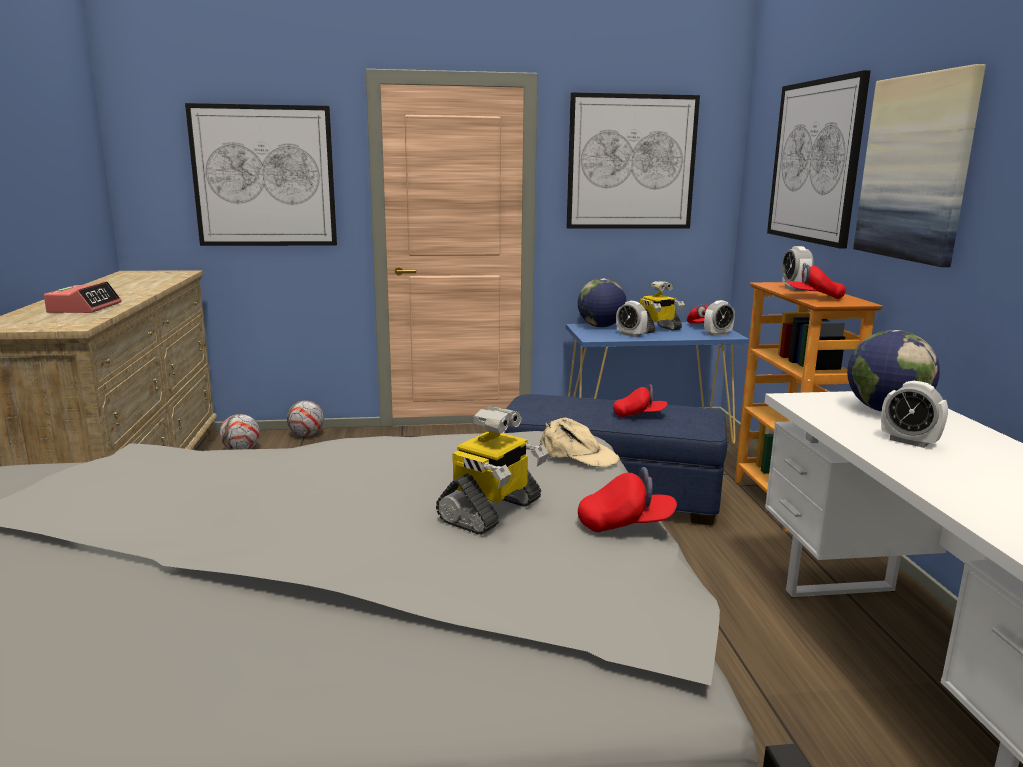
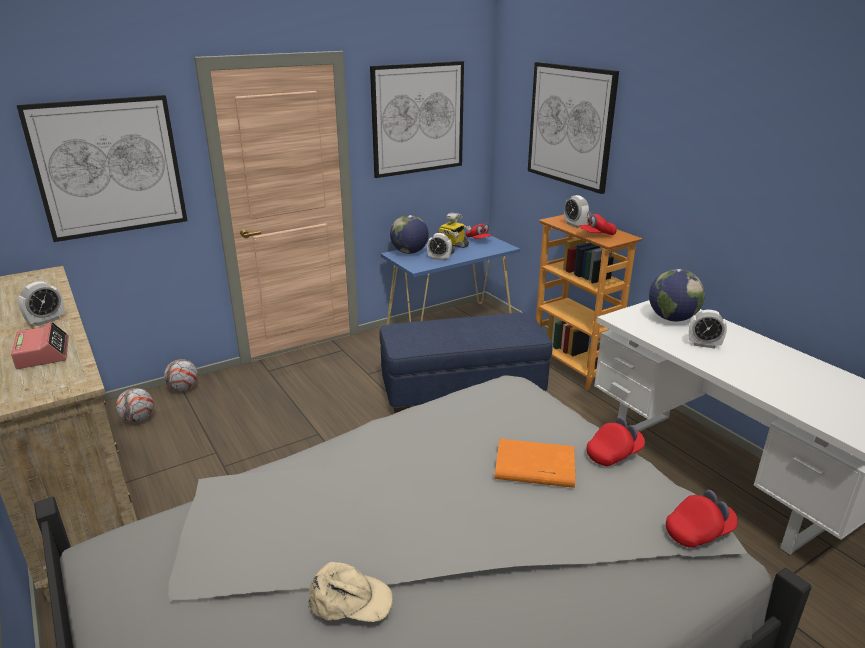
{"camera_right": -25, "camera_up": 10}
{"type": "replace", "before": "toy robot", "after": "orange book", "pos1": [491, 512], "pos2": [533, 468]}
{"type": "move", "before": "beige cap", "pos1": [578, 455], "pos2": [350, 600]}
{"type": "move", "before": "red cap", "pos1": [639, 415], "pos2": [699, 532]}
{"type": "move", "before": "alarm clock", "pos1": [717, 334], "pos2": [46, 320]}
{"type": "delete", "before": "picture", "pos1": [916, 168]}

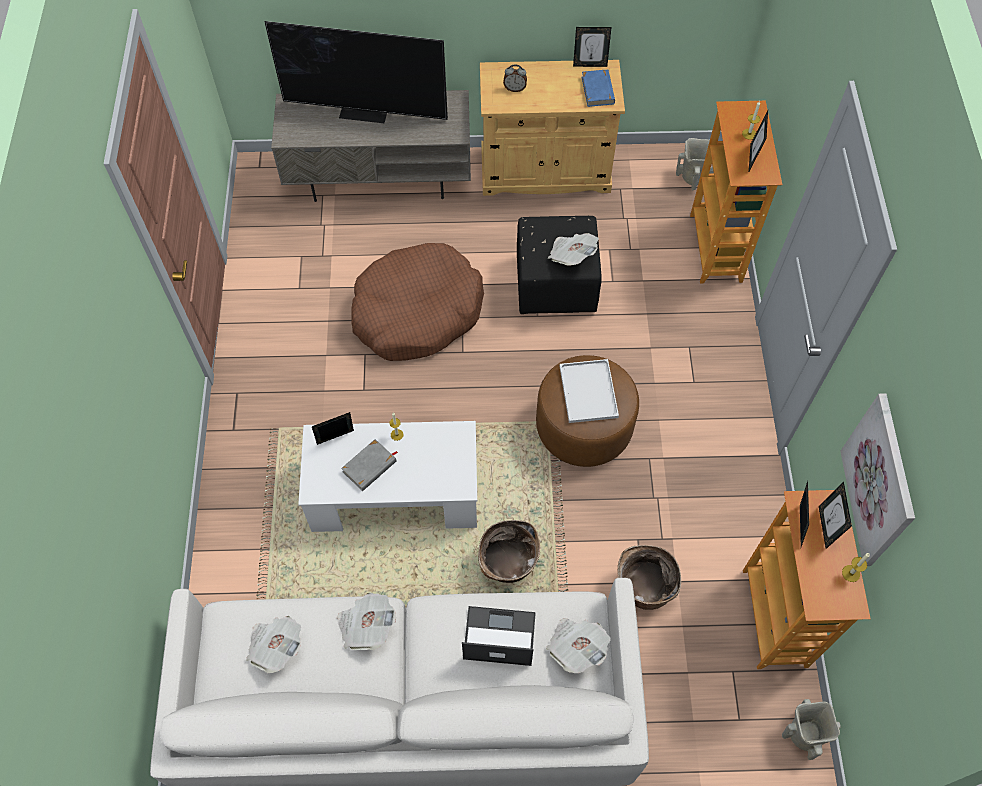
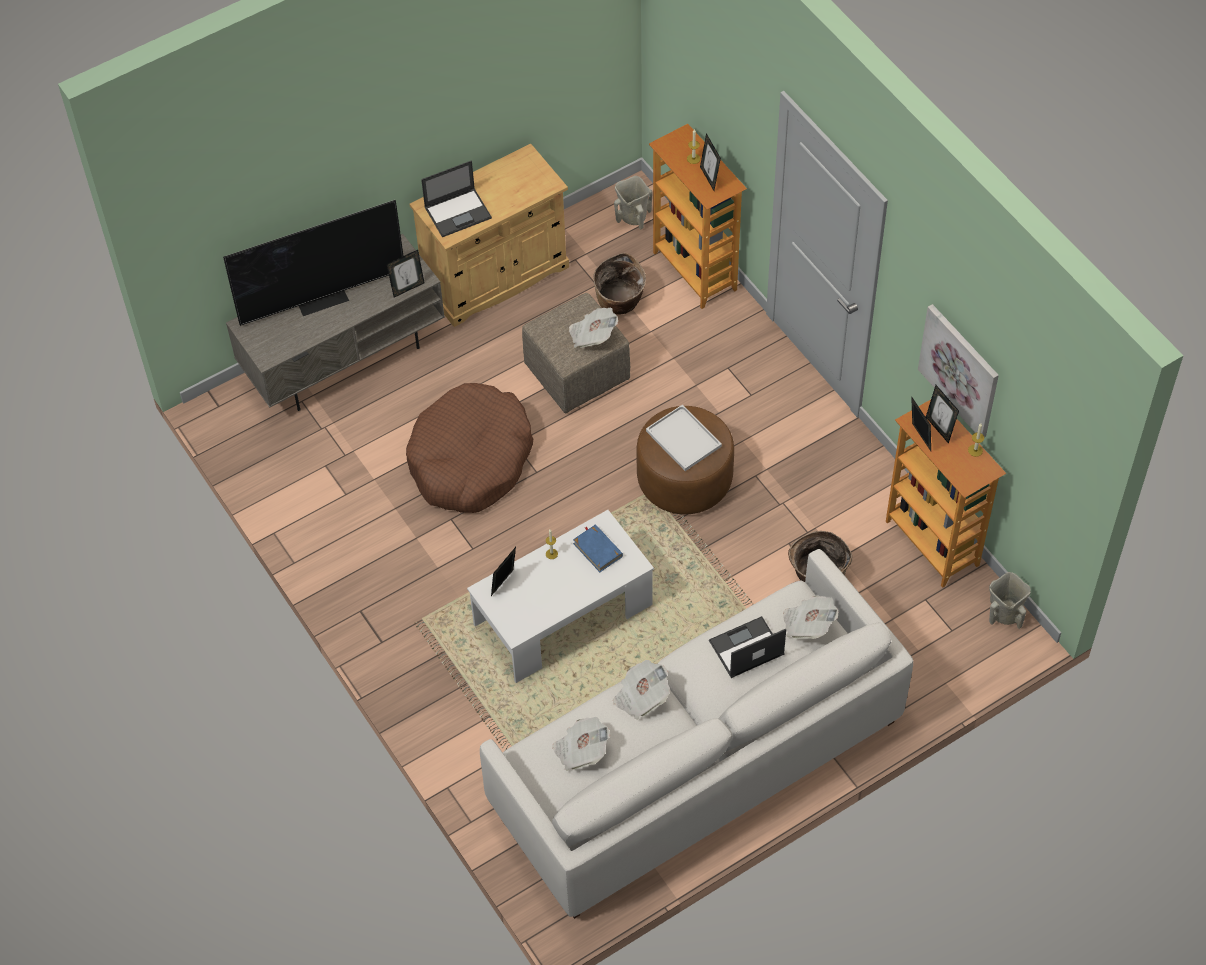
{"camera_right": -30, "camera_up": -5}
{"type": "delete", "before": "grey book", "pos1": [370, 467]}
{"type": "move", "before": "basket", "pos1": [508, 565], "pos2": [620, 303]}
{"type": "replace", "before": "alarm clock", "after": "laptop", "pos1": [515, 88], "pos2": [458, 212]}
{"type": "recolor", "before": "black ottoman", "after": "beige ottoman", "pos1": [557, 284], "pos2": [577, 372]}
{"type": "move", "before": "picture frame", "pos1": [590, 64], "pos2": [407, 288]}
{"type": "move", "before": "blue book", "pos1": [598, 90], "pos2": [598, 549]}

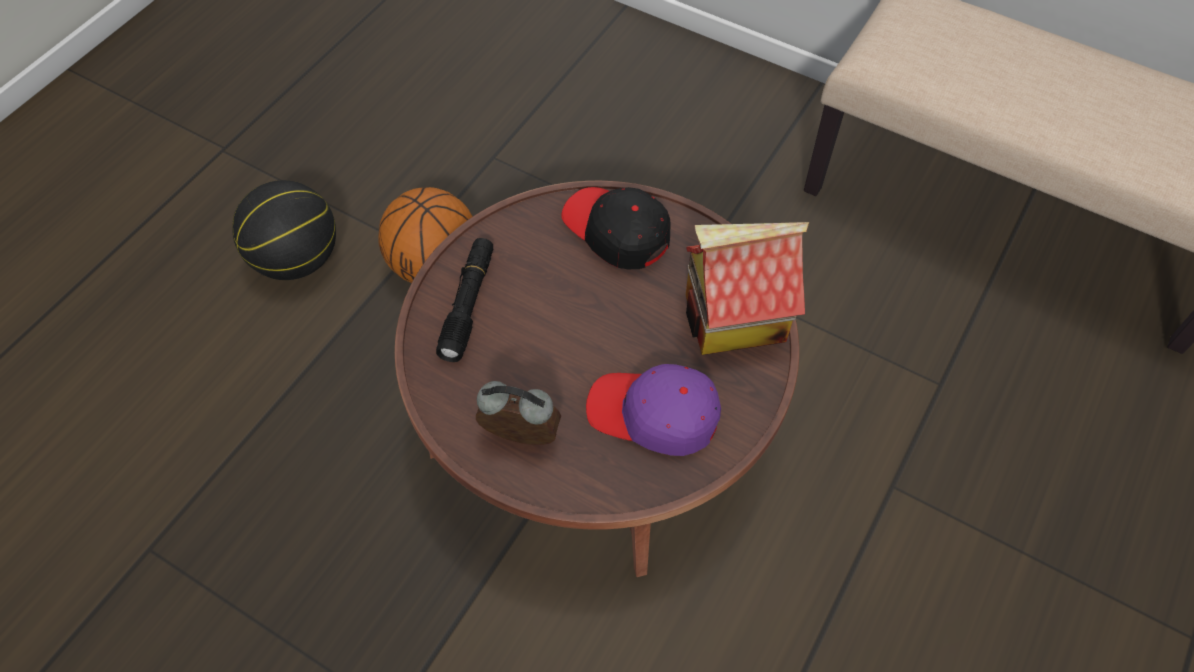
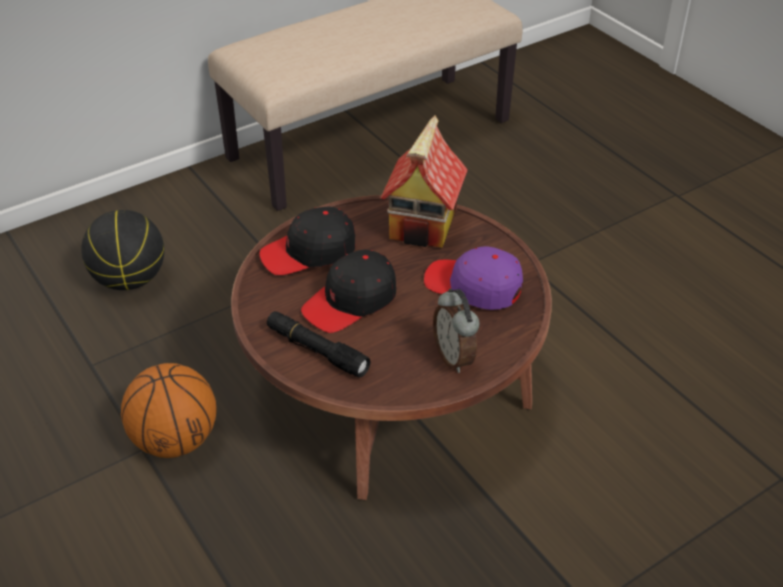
{"camera_right": -65, "camera_up": -15}
{"type": "move", "before": "basketball", "pos1": [296, 259], "pos2": [129, 280]}
{"type": "rotate", "before": "alarm clock", "pos1": [520, 439], "pos2": [455, 357], "turn": -60}
{"type": "rotate", "before": "purple cap", "pos1": [653, 414], "pos2": [473, 286], "turn": 75}
{"type": "insert", "after": "black cap", "pos2": [351, 301]}

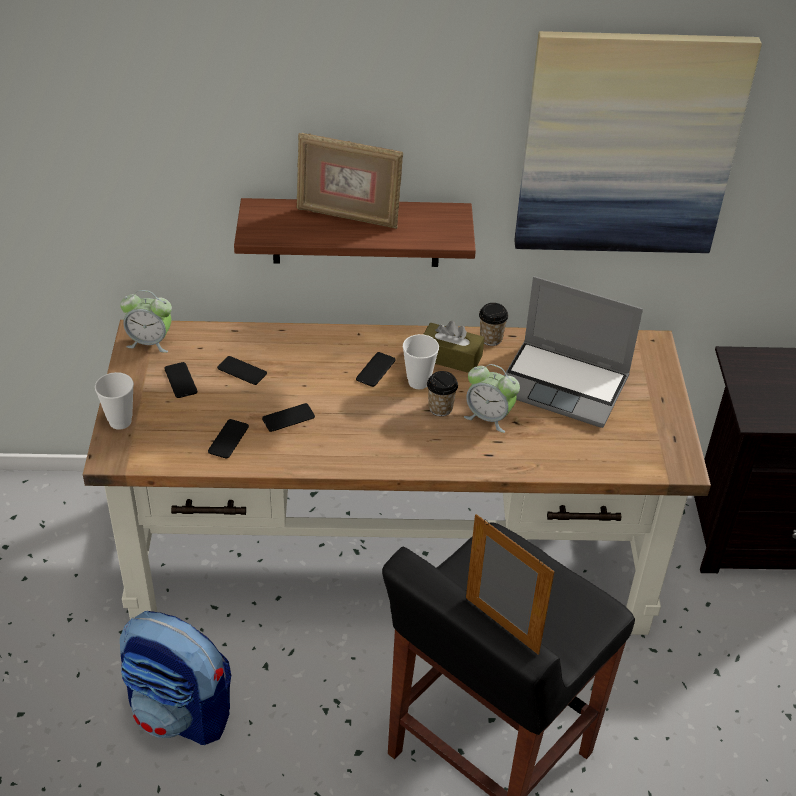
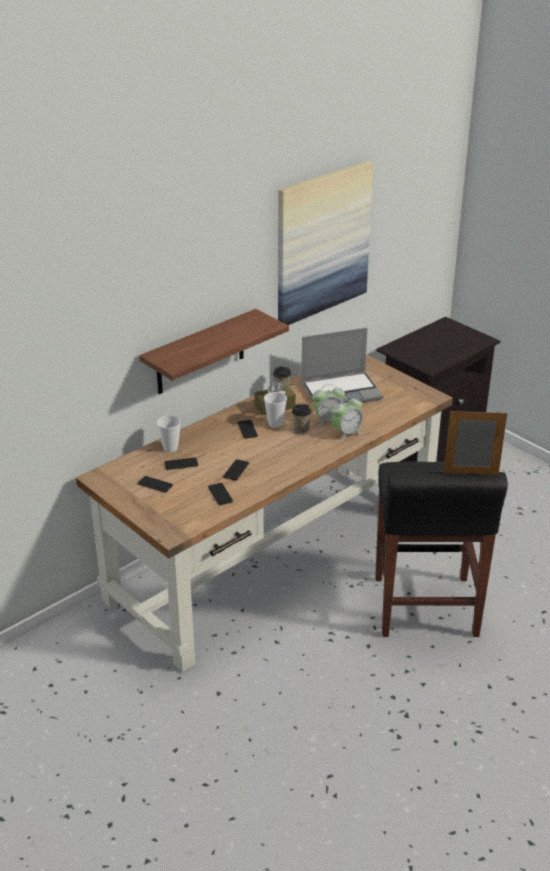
{"camera_right": -40, "camera_up": -10}
{"type": "move", "before": "cup", "pos1": [120, 421], "pos2": [170, 448]}
{"type": "move", "before": "alarm clock", "pos1": [150, 342], "pos2": [346, 433]}
{"type": "delete", "before": "backpack", "pos1": [181, 712]}
{"type": "delete", "before": "picture frame", "pos1": [348, 216]}

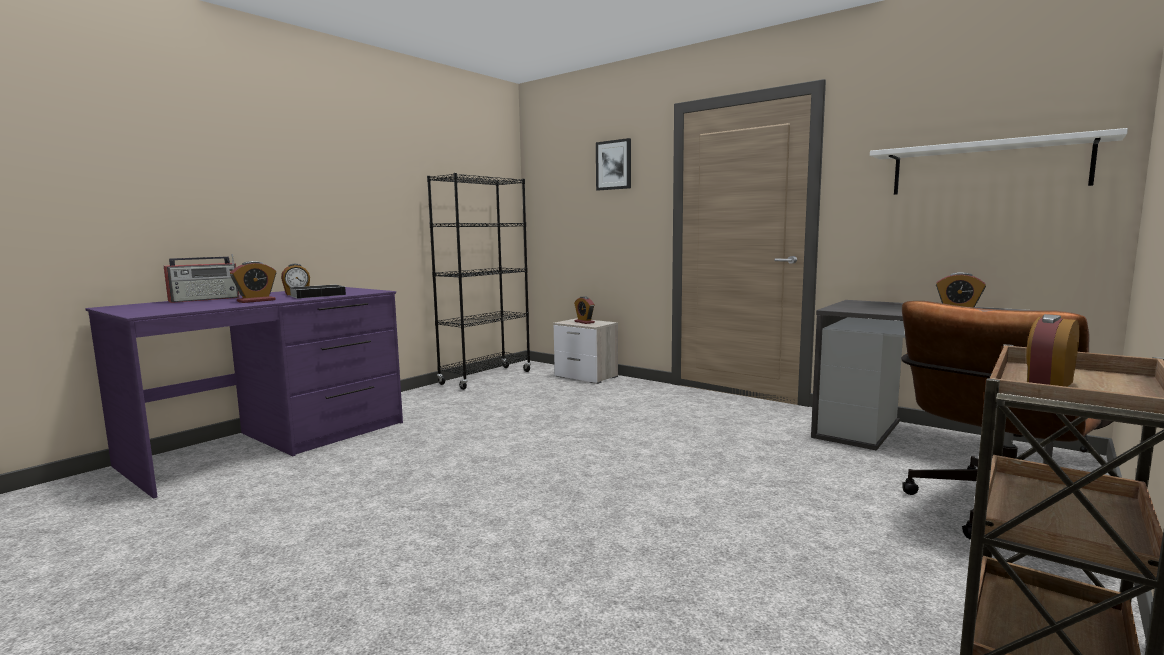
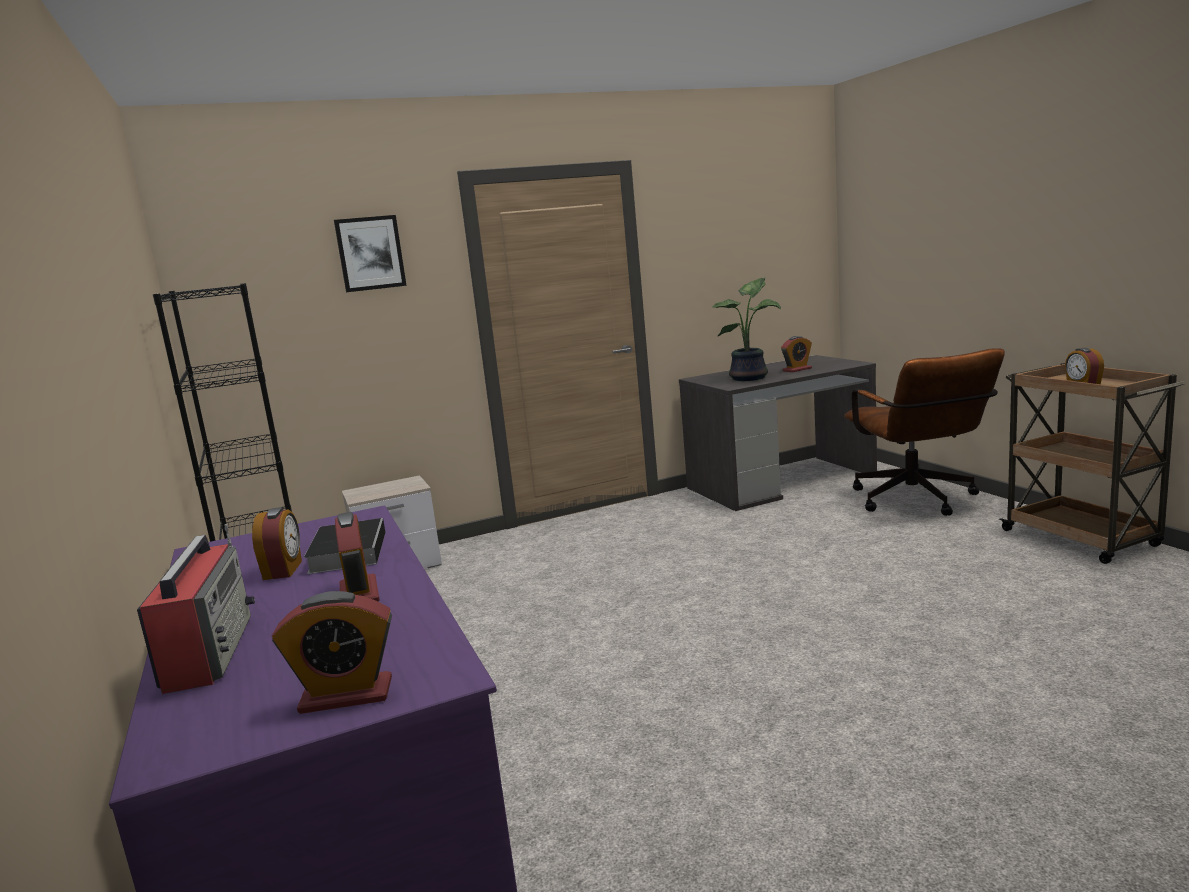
{"camera_right": -60, "camera_up": 5}
{"type": "move", "before": "alarm clock", "pos1": [584, 322], "pos2": [346, 695]}
{"type": "delete", "before": "white shelf", "pos1": [987, 168]}
{"type": "insert", "after": "potted plant", "pos2": [751, 377]}

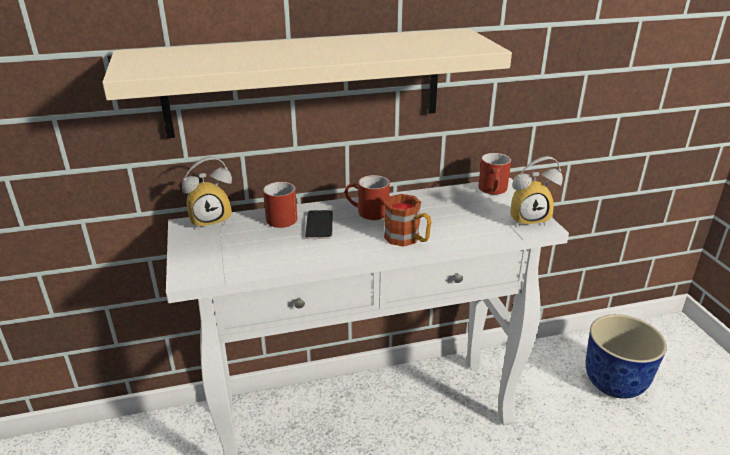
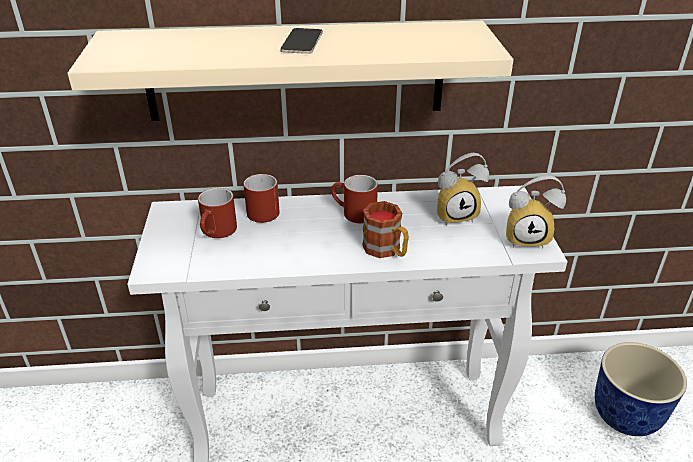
{"camera_right": 10, "camera_up": 5}
{"type": "move", "before": "alarm clock", "pos1": [211, 219], "pos2": [456, 214]}
{"type": "move", "before": "phone", "pos1": [319, 225], "pos2": [302, 42]}
{"type": "move", "before": "red mug", "pos1": [494, 191], "pos2": [218, 233]}

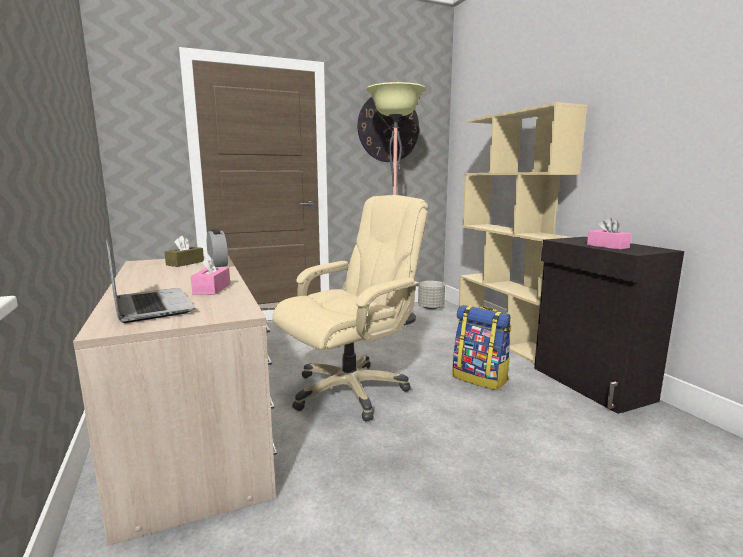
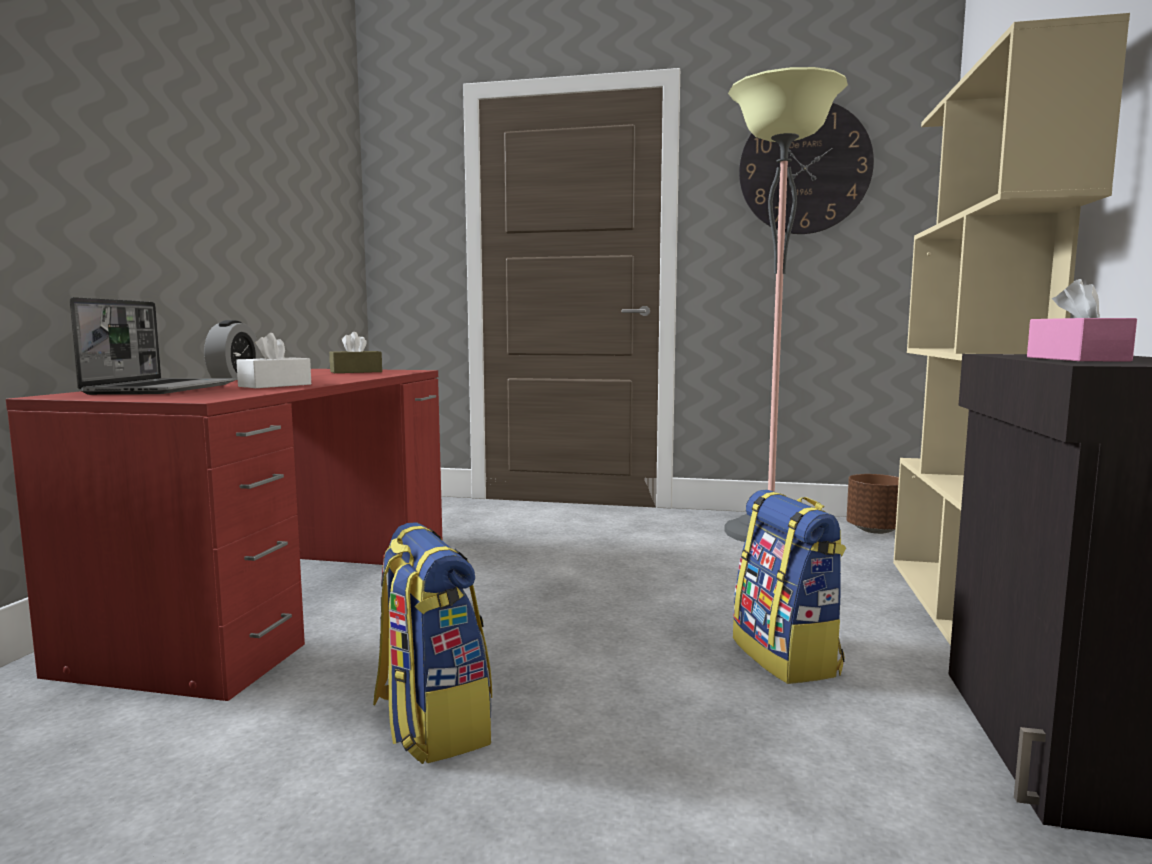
{"camera_right": 35, "camera_up": -5}
{"type": "recolor", "before": "beige desk", "after": "red desk", "pos1": [194, 423], "pos2": [291, 593]}
{"type": "recolor", "before": "pink tissue box", "after": "white tissue box", "pos1": [212, 289], "pos2": [275, 385]}
{"type": "move", "before": "alarm clock", "pos1": [218, 264], "pos2": [234, 378]}
{"type": "delete", "before": "beige office chair", "pos1": [350, 390]}
{"type": "recolor", "before": "grey planter", "after": "brown planter", "pos1": [431, 307], "pos2": [875, 530]}
{"type": "insert", "after": "backpack", "pos2": [431, 724]}

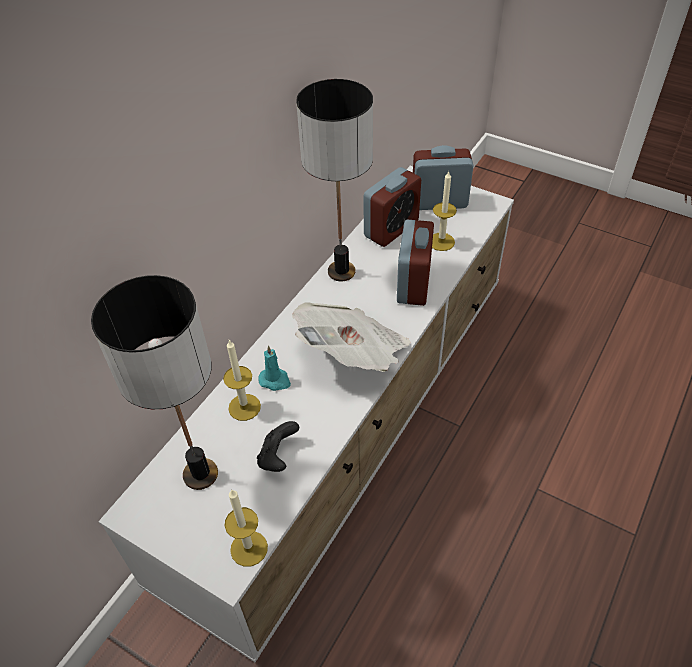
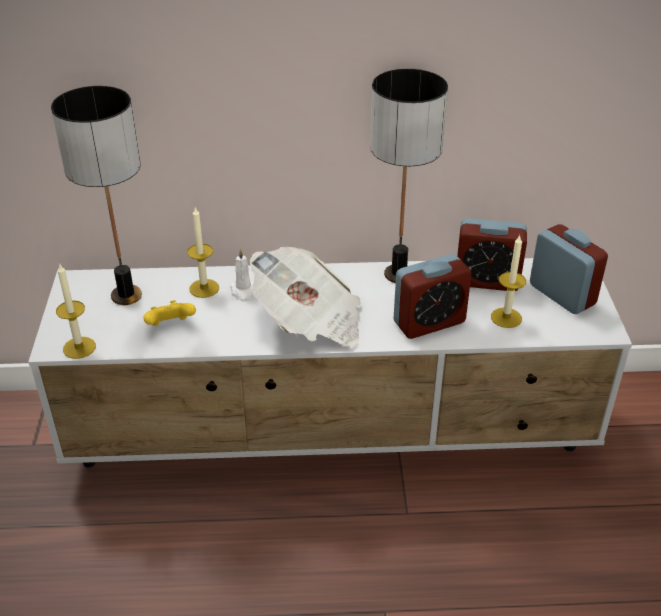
{"camera_right": 55, "camera_up": -10}
{"type": "recolor", "before": "black game controller", "after": "yellow game controller", "pos1": [278, 457], "pos2": [170, 326]}
{"type": "recolor", "before": "turquoise candle", "after": "white candle", "pos1": [275, 380], "pos2": [243, 292]}

